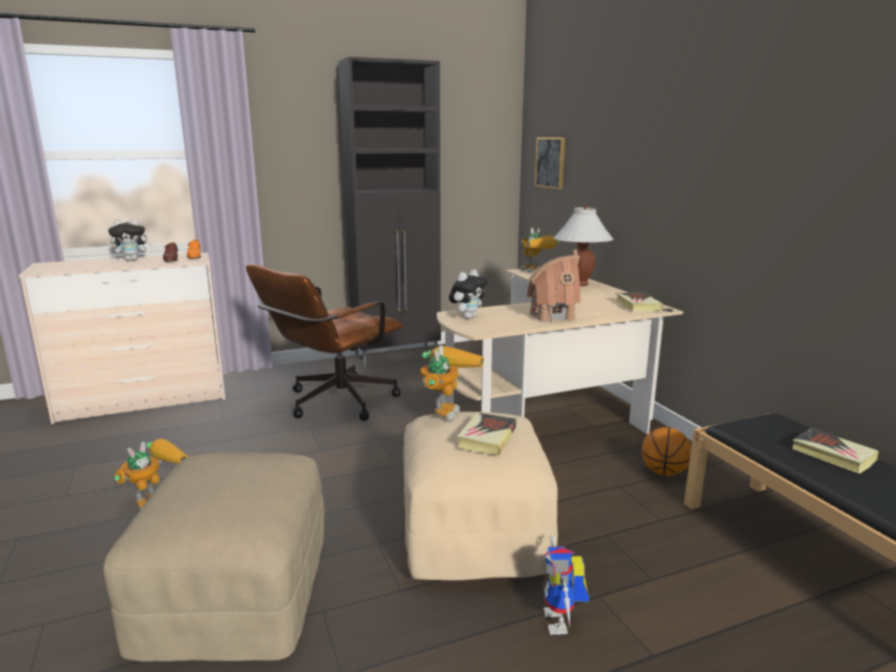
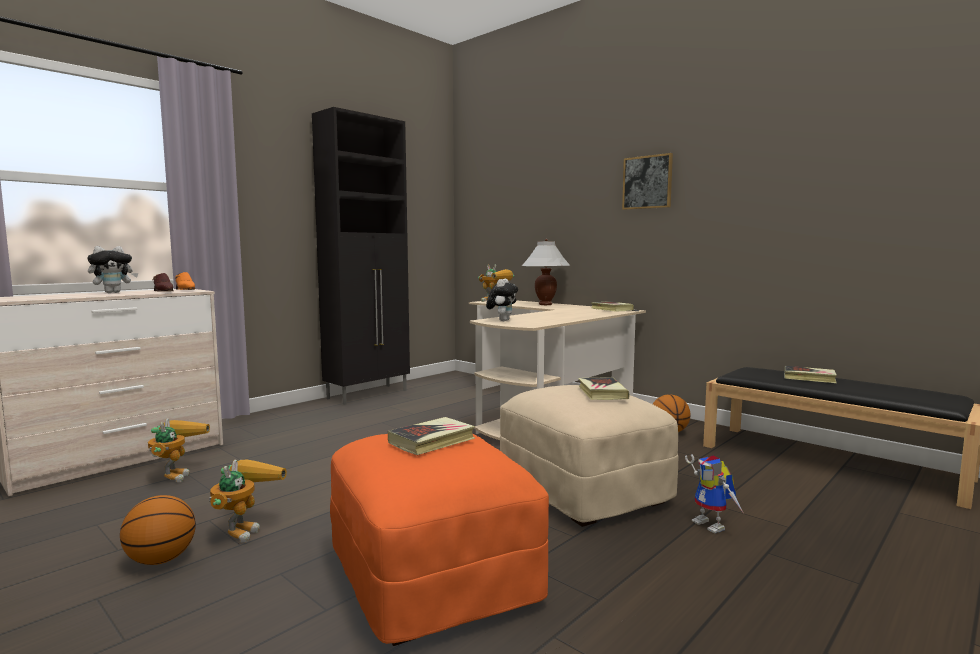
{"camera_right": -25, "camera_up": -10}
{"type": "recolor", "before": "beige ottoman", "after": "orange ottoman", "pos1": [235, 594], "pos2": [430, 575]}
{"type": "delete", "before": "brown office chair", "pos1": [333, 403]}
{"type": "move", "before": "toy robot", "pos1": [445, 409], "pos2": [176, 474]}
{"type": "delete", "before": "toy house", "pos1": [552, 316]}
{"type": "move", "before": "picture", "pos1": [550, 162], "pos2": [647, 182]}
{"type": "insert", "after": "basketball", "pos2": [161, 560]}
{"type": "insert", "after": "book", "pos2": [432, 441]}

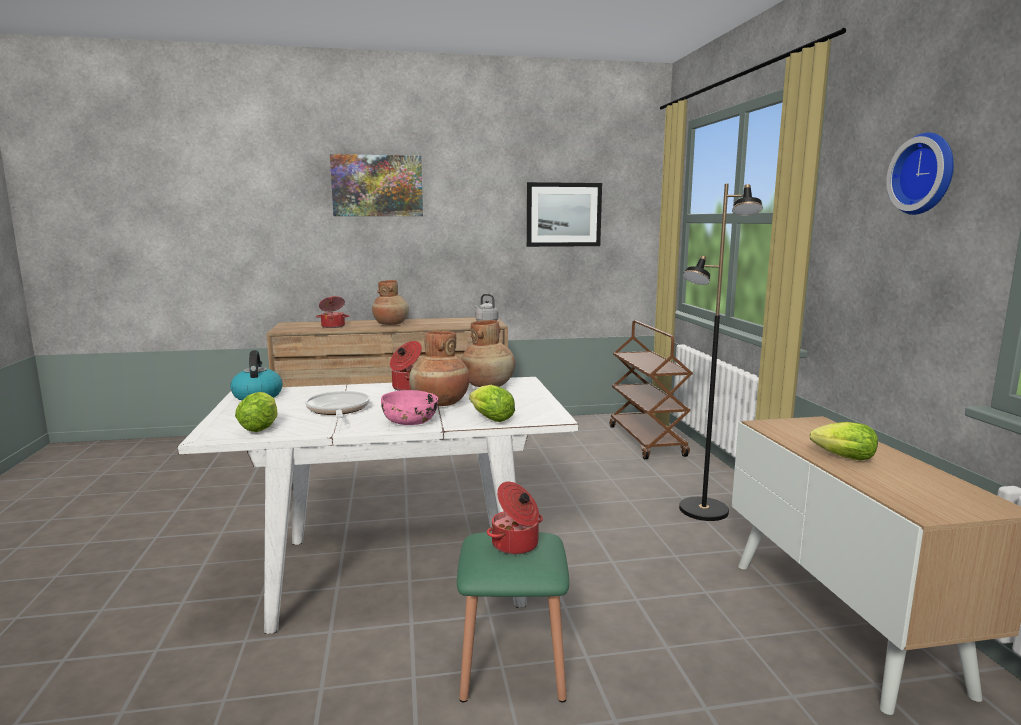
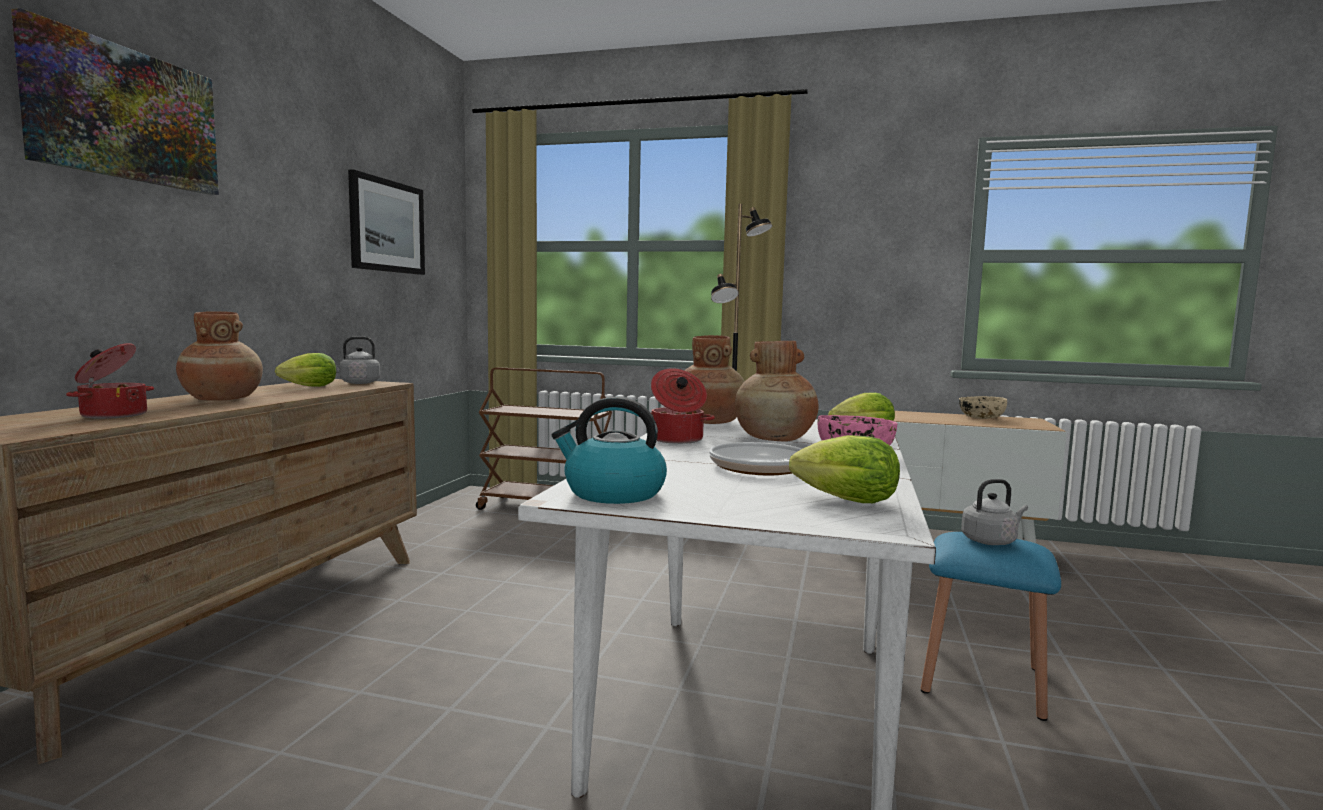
{"camera_right": -65, "camera_up": -5}
{"type": "recolor", "before": "green stool", "after": "blue stool", "pos1": [512, 666], "pos2": [982, 679]}
{"type": "replace", "before": "cooking pot", "after": "grey kettle", "pos1": [516, 545], "pos2": [991, 541]}
{"type": "move", "before": "lettuce", "pos1": [840, 457], "pos2": [306, 387]}
{"type": "delete", "before": "wall clock", "pos1": [926, 174]}
{"type": "insert", "after": "beige bowl", "pos2": [980, 417]}

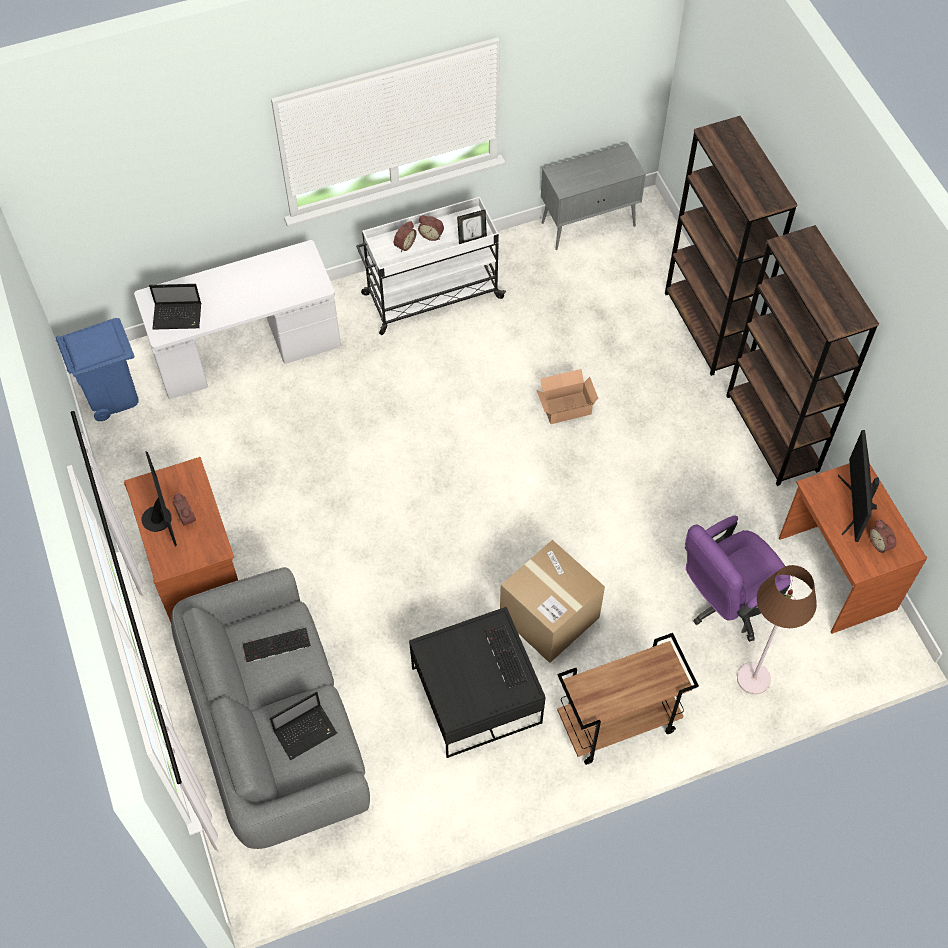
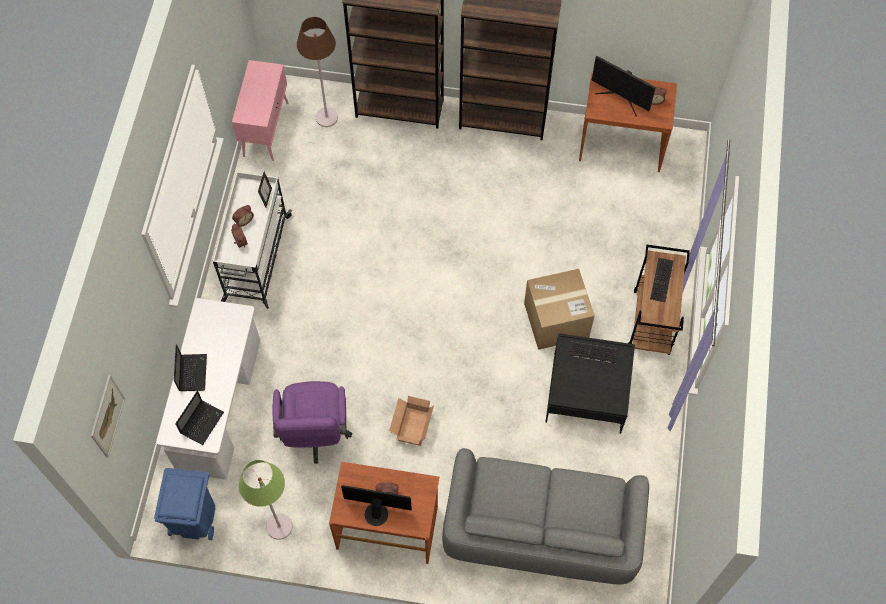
{"camera_right": -60, "camera_up": 5}
{"type": "move", "before": "keyboard", "pos1": [276, 646], "pos2": [662, 280]}
{"type": "move", "before": "laptop", "pos1": [306, 731], "pos2": [192, 372]}
{"type": "move", "before": "cardboard box", "pos1": [564, 406], "pos2": [412, 427]}
{"type": "recolor", "before": "grey cabinet", "after": "pink cabinet", "pos1": [589, 224], "pos2": [266, 129]}
{"type": "move", "before": "purple office chair", "pos1": [726, 603], "pos2": [315, 434]}
{"type": "move", "before": "brown floor lamp", "pos1": [753, 679], "pos2": [326, 117]}
{"type": "insert", "after": "picture", "pos2": [107, 416]}
{"type": "insert", "after": "green floor lamp", "pos2": [279, 526]}

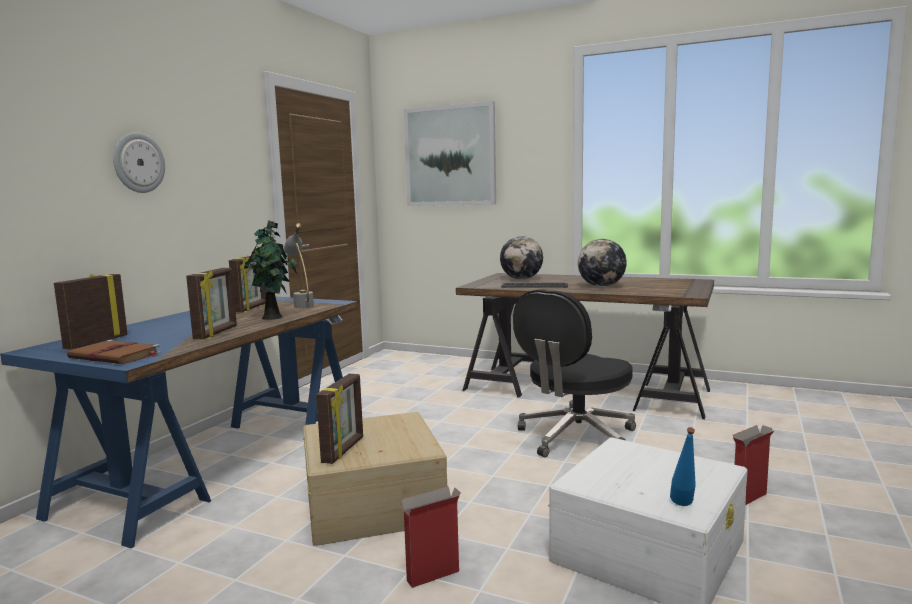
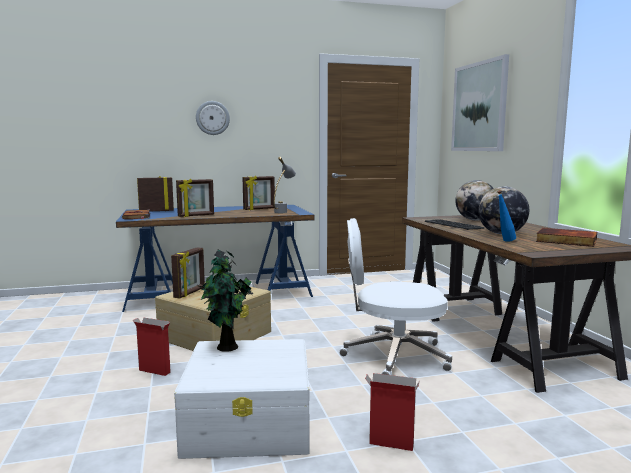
{"camera_right": 50, "camera_up": 0}
{"type": "move", "before": "potted plant", "pos1": [274, 317], "pos2": [227, 348]}
{"type": "rotate", "before": "picture frame", "pos1": [344, 450], "pos2": [190, 293], "turn": -45}
{"type": "recolor", "before": "black office chair", "after": "white office chair", "pos1": [575, 437], "pos2": [393, 356]}
{"type": "move", "before": "blue bottle", "pos1": [683, 507], "pos2": [504, 241]}
{"type": "insert", "after": "book", "pos2": [565, 241]}

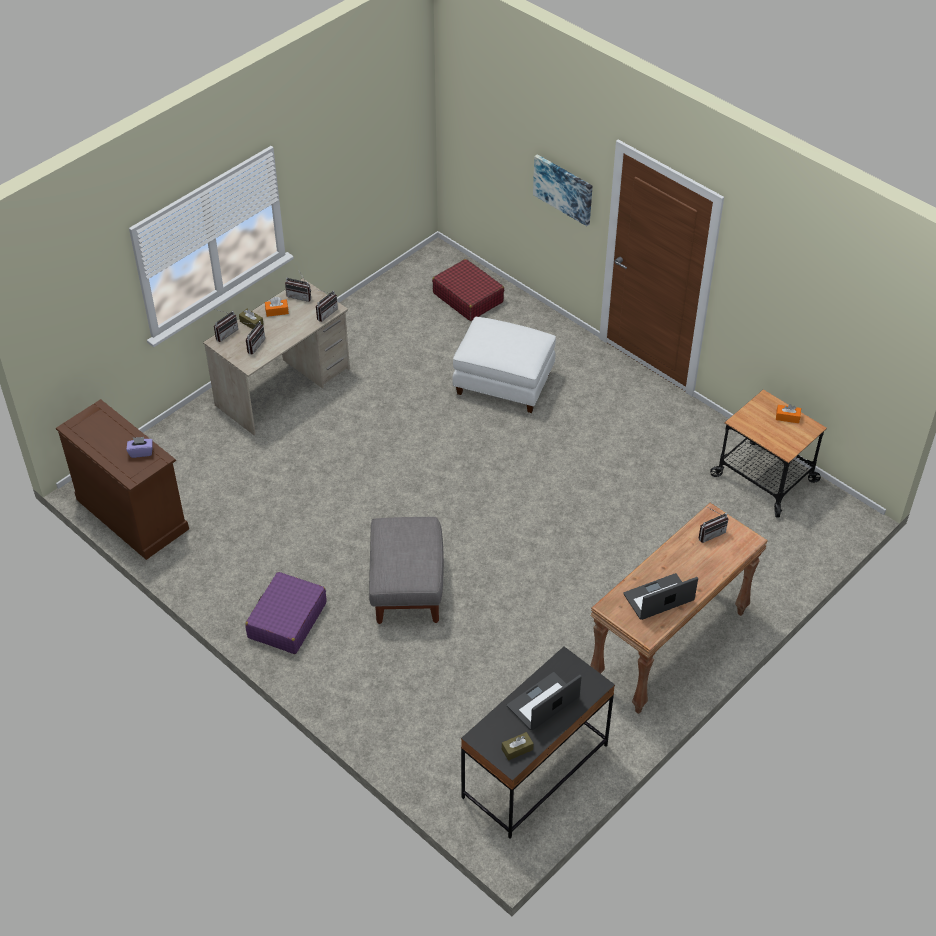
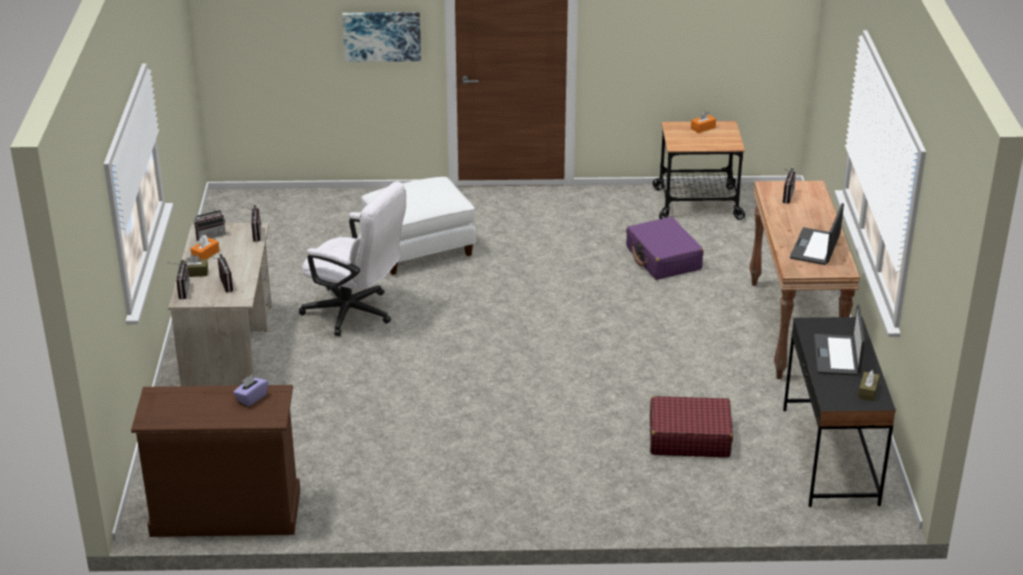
{"camera_right": -45, "camera_up": -15}
{"type": "move", "before": "purple suitcase", "pos1": [287, 620], "pos2": [663, 258]}
{"type": "delete", "before": "grey ottoman", "pos1": [407, 587]}
{"type": "move", "before": "red suitcase", "pos1": [468, 297], "pos2": [689, 437]}
{"type": "insert", "after": "white office chair", "pos2": [356, 313]}

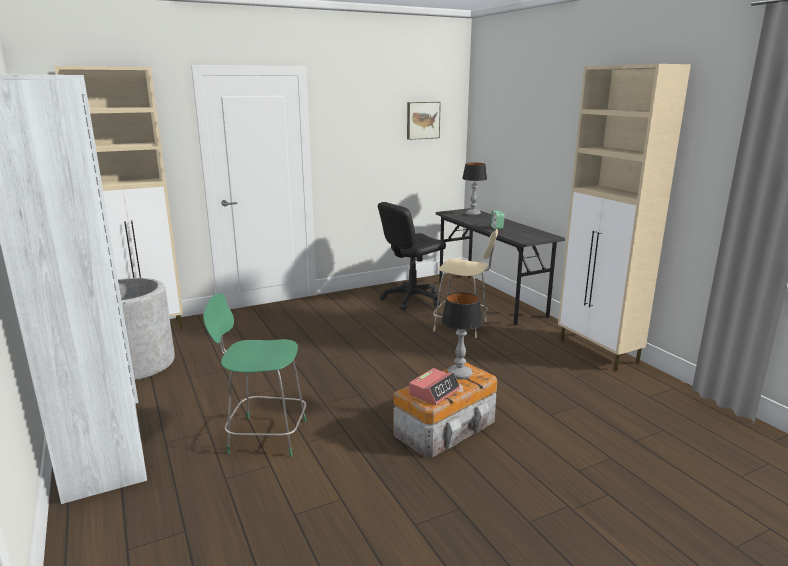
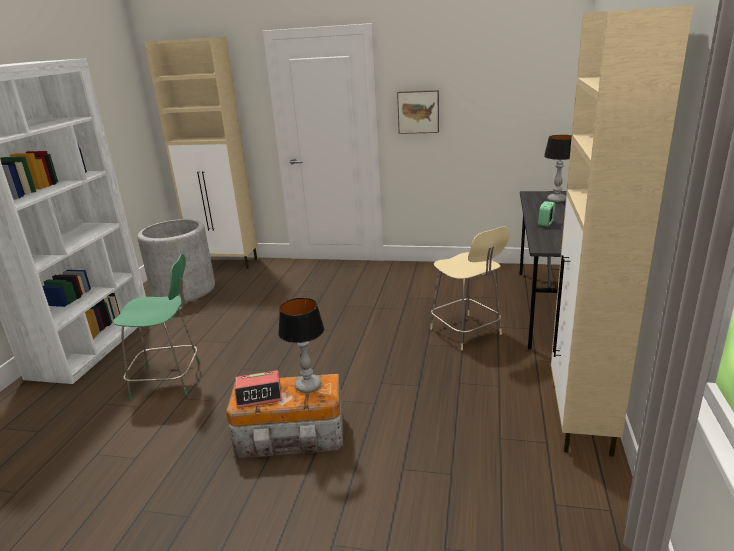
{"camera_right": 40, "camera_up": 5}
{"type": "rotate", "before": "green chair", "pos1": [265, 436], "pos2": [169, 380], "turn": 135}
{"type": "delete", "before": "black office chair", "pos1": [411, 299]}
{"type": "move", "before": "picture", "pos1": [422, 120], "pos2": [418, 111]}

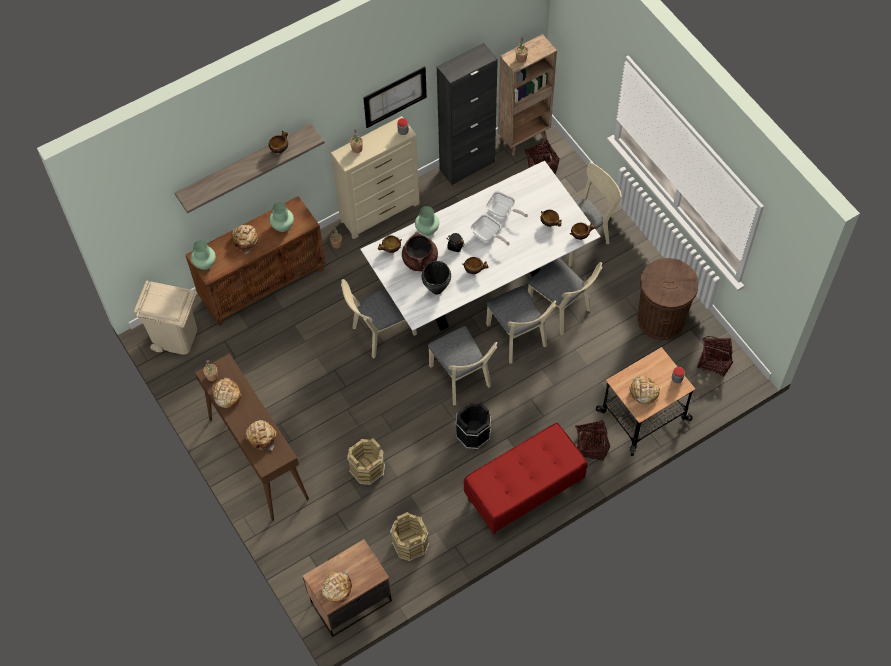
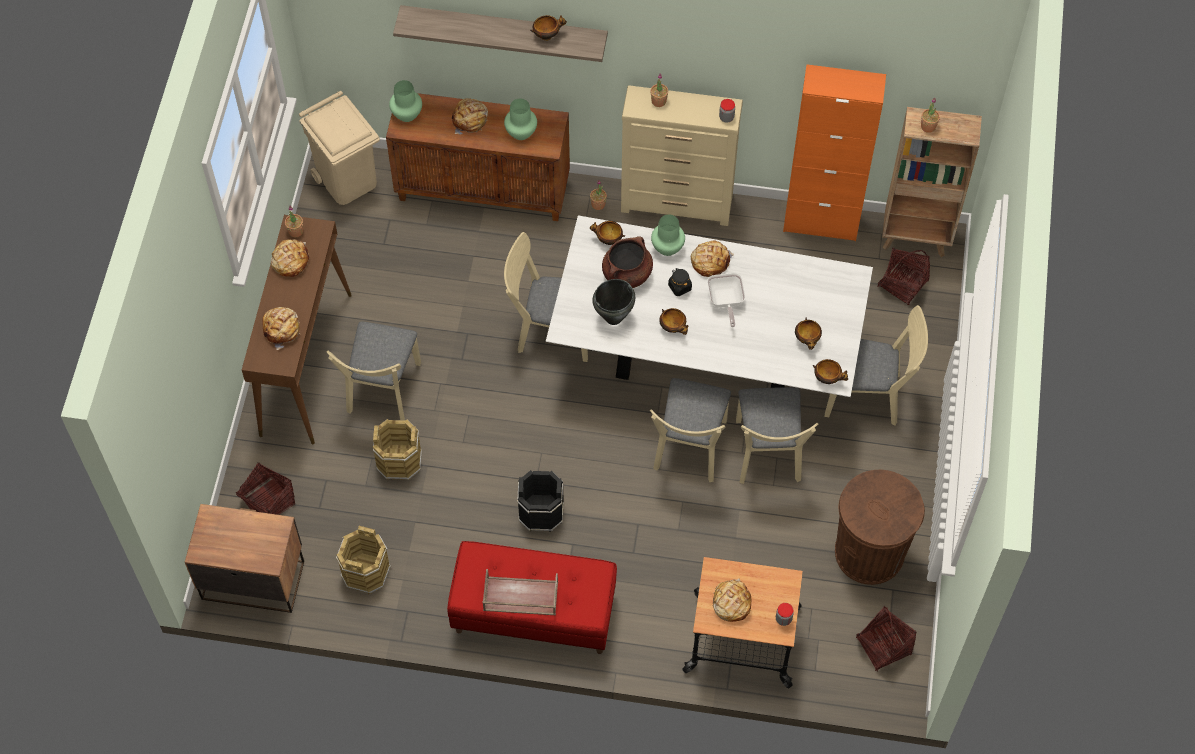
{"camera_right": 40, "camera_up": 0}
{"type": "move", "before": "bread", "pos1": [337, 588], "pos2": [710, 261]}
{"type": "delete", "before": "picture", "pos1": [395, 97]}
{"type": "move", "before": "beige chair", "pos1": [462, 380], "pos2": [382, 393]}
{"type": "recolor", "before": "black cabinet", "after": "orange cabinet", "pos1": [467, 166], "pos2": [821, 223]}
{"type": "delete", "before": "frying pan", "pos1": [503, 212]}
{"type": "move", "before": "basket", "pos1": [590, 446], "pos2": [267, 501]}
{"type": "insert", "after": "brown tray", "pos2": [520, 597]}

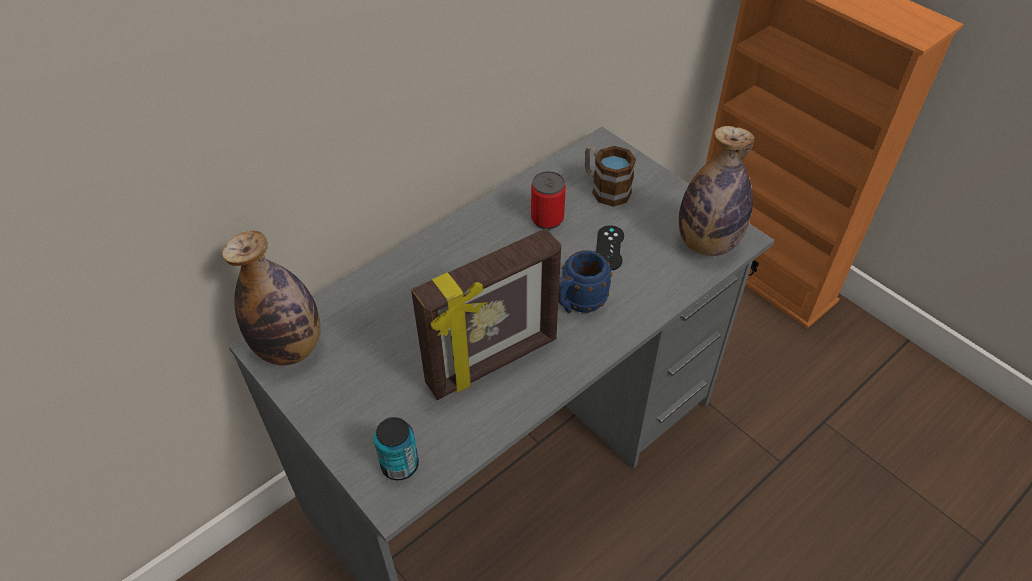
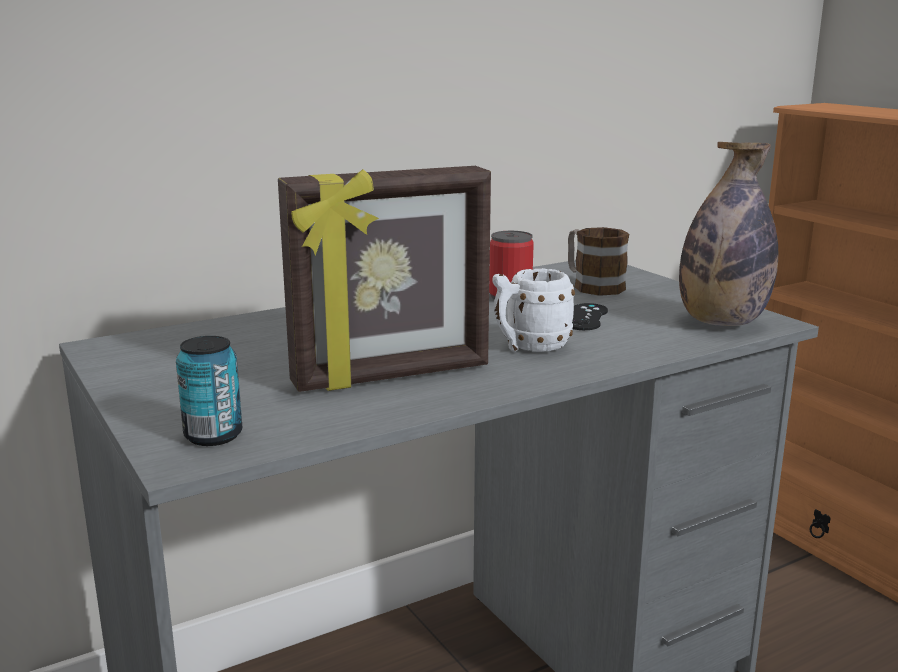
{"camera_right": 10, "camera_up": -30}
{"type": "delete", "before": "bottle", "pos1": [290, 347]}
{"type": "recolor", "before": "blue mug", "after": "white mug", "pos1": [578, 303], "pos2": [529, 347]}

